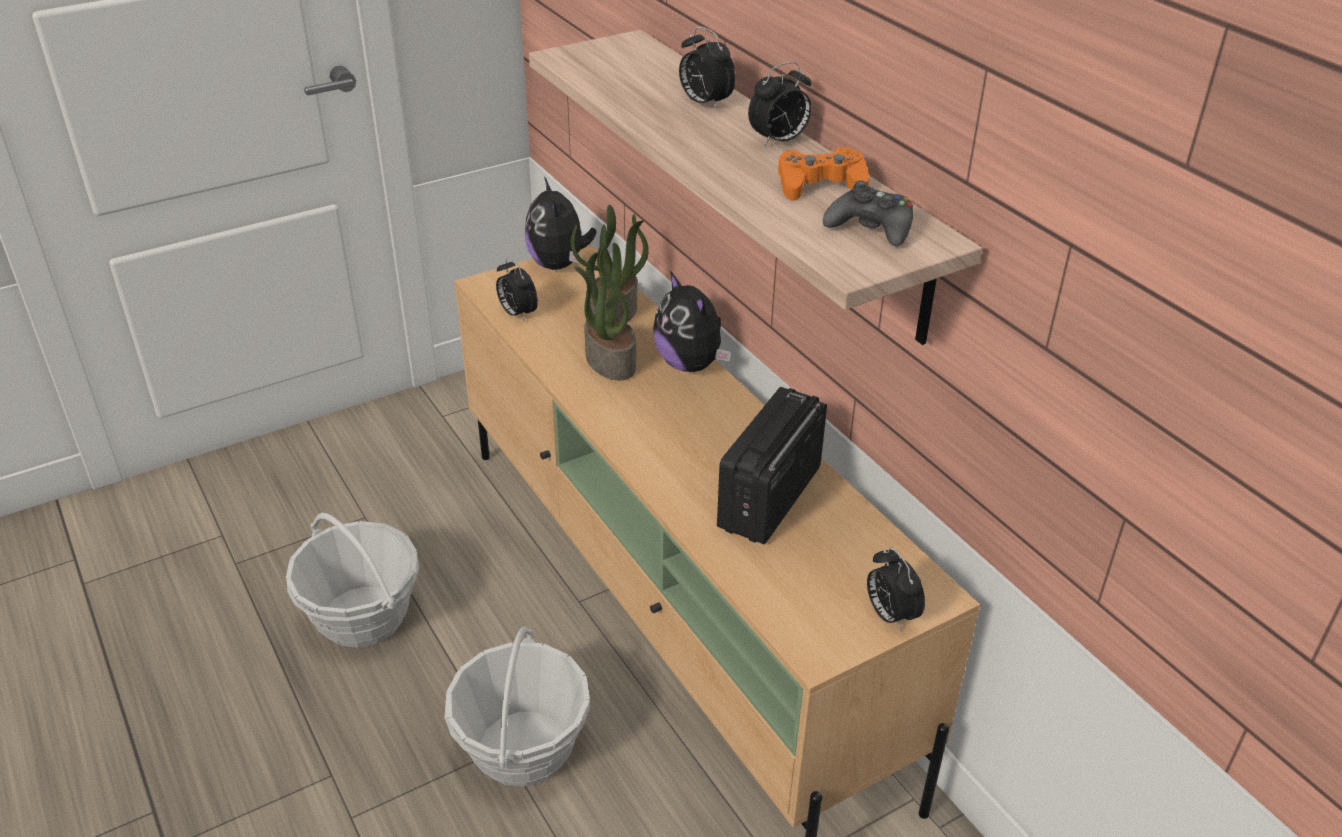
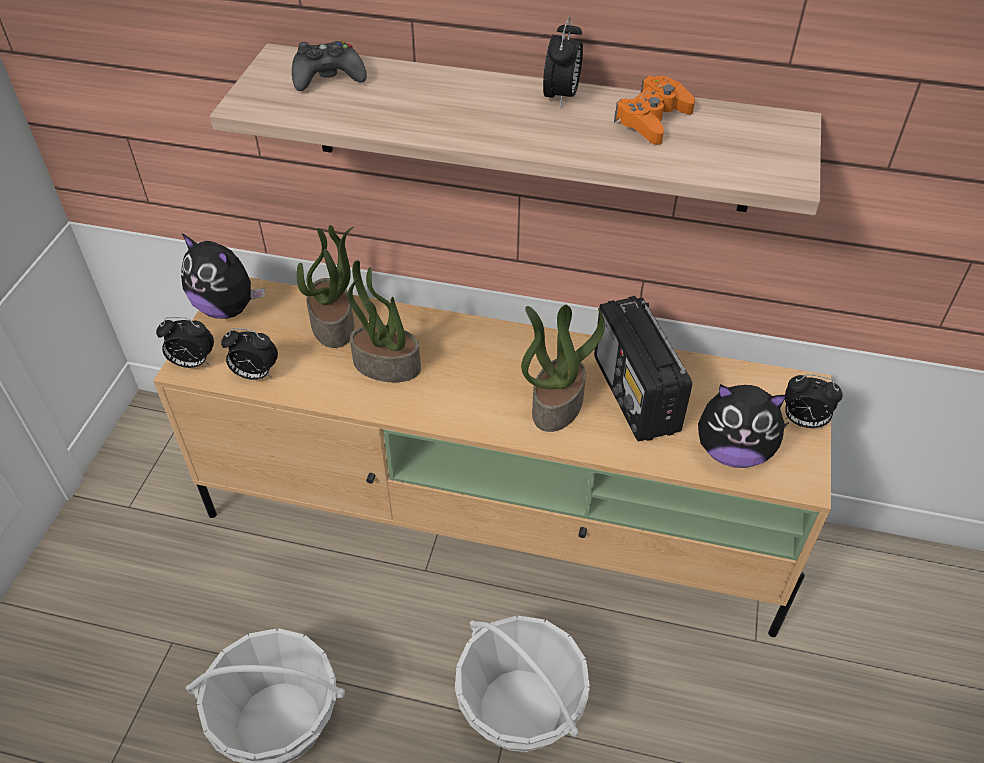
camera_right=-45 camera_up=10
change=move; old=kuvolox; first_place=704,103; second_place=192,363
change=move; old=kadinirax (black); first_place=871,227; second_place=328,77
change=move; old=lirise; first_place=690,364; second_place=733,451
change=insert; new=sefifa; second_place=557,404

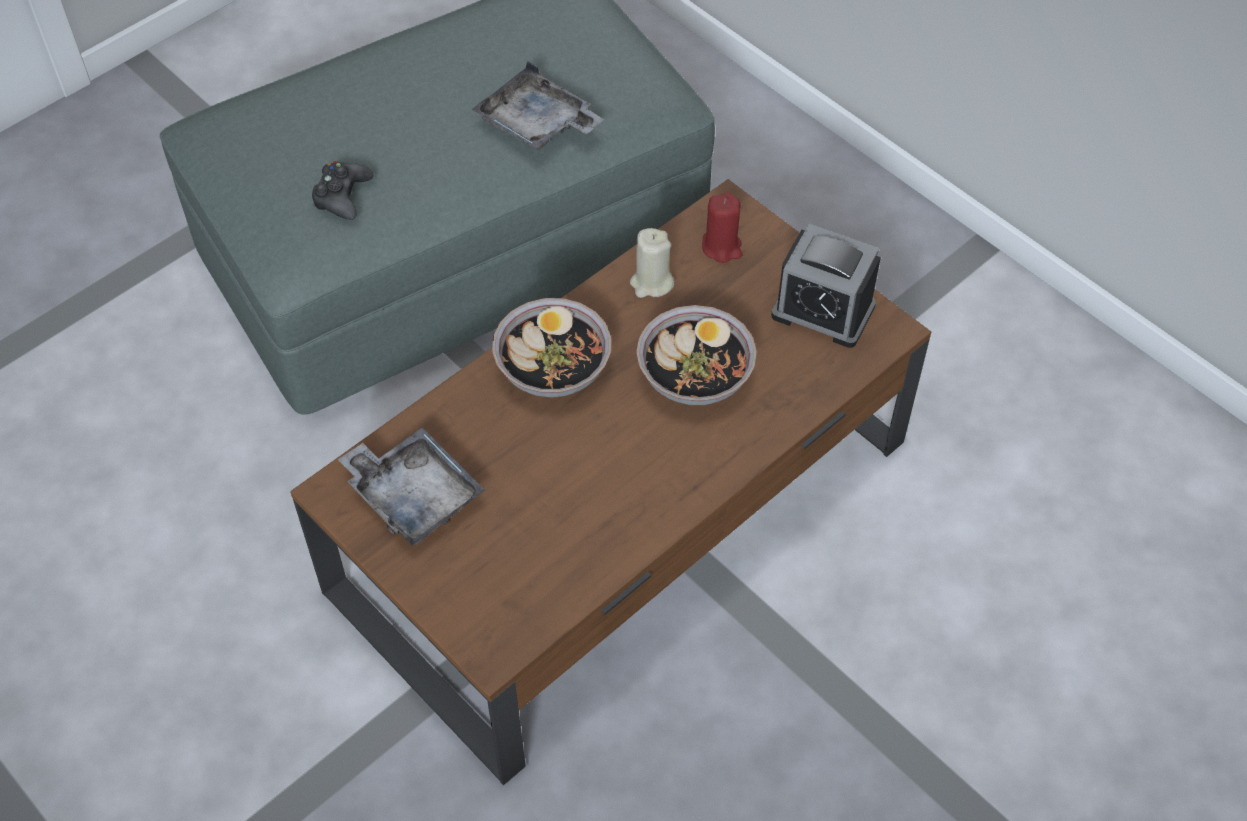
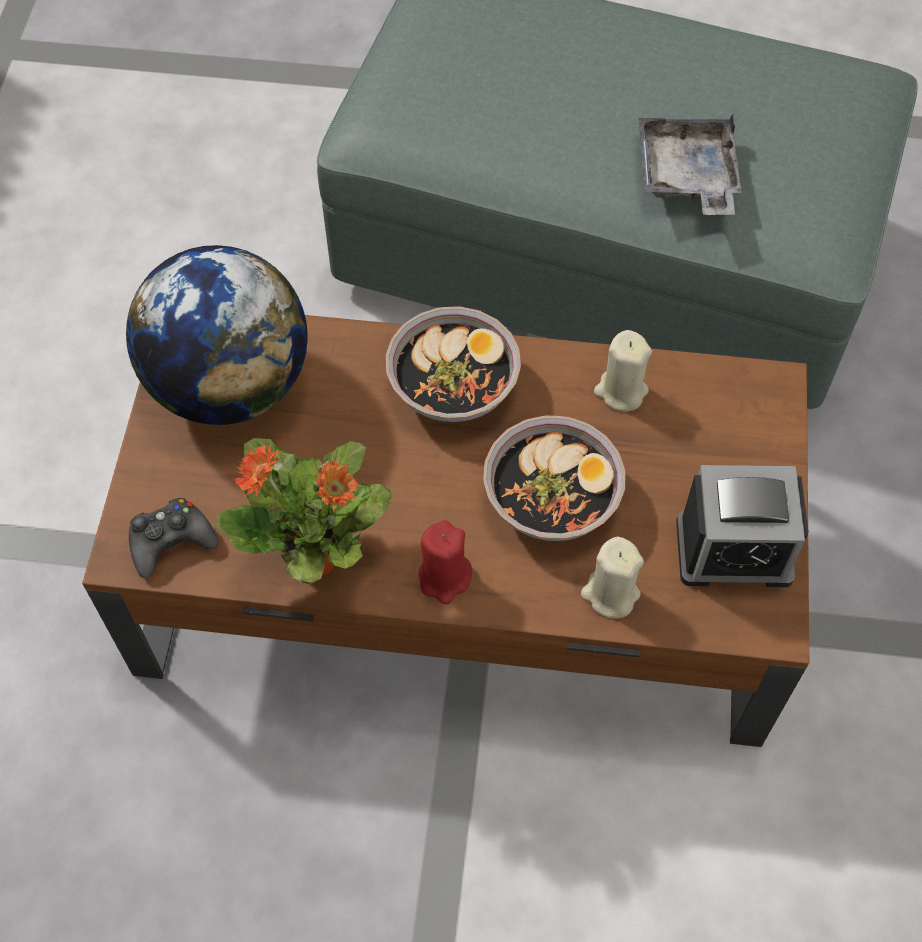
camera_right=50 camera_up=5
change=move; old=kadinirax (black); first_place=342,196; second_place=171,541
change=move; old=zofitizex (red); first_place=722,247; second_place=444,578
change=rotate; old=kuvolox; first_place=823,311; second_place=734,550; degrees=-75
change=replace; old=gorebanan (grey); new=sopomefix; first_place=413,495; second_place=231,385
change=insert; new=sefifa; second_place=317,555
change=insert; new=zofitizex (beige); second_place=610,594

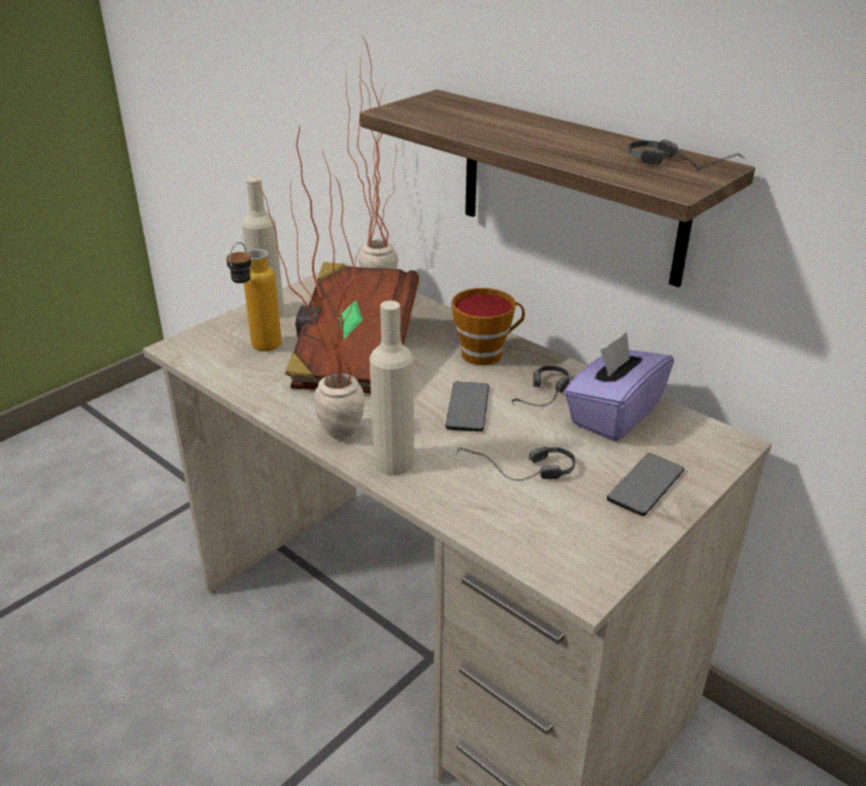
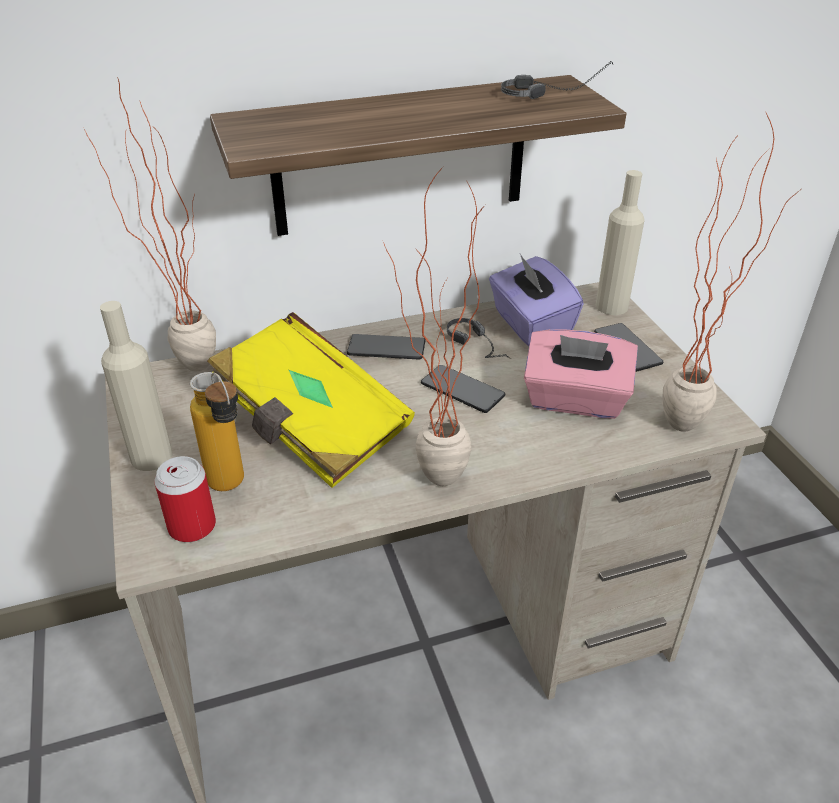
camera_right=-60 camera_up=5
change=recolor; old=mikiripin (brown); new=mikiripin (yellow); first_place=353,356; second_place=312,426
change=replace; old=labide; new=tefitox; first_place=486,353; second_place=386,348
change=move; old=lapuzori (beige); first_place=394,462; second_place=611,306
change=replace; old=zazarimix; new=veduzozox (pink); first_place=517,474; second_place=575,400
change=insert; new=sefifa; second_place=692,419
change=insert; new=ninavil; second_place=192,526

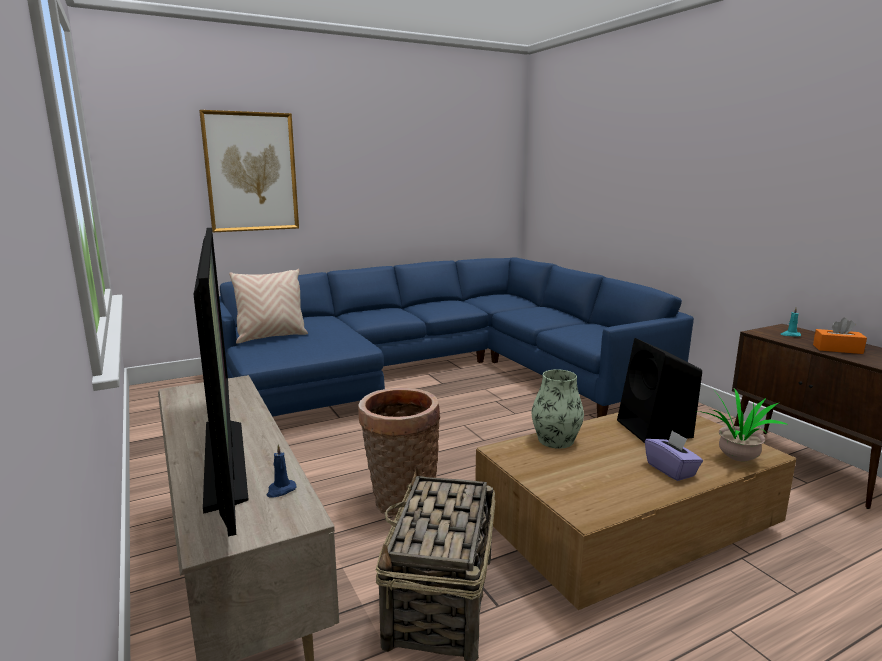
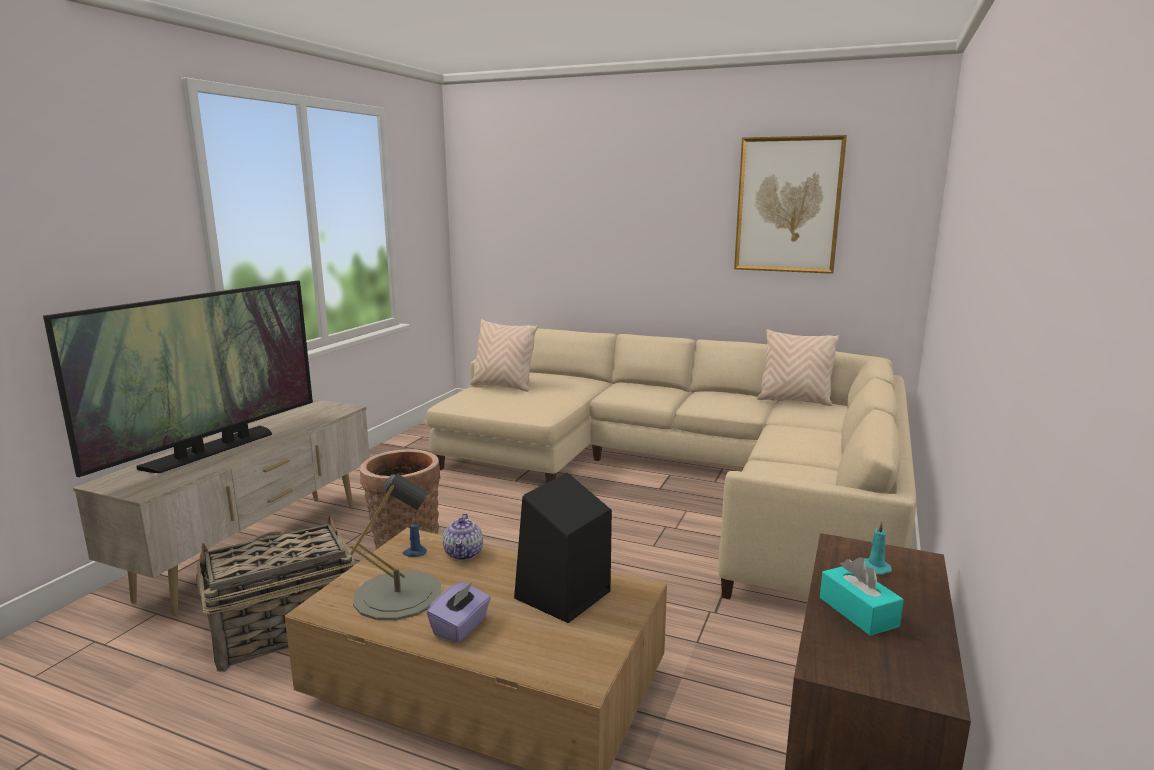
camera_right=50 camera_up=0
change=move; old=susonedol; first_place=251,172; second_place=788,205
change=recolor; old=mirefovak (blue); new=mirefovak (beige); first_place=437,372; second_place=682,476
change=recolor; old=veduzozox (orange); new=veduzozox (turquoise); first_place=837,349; second_place=858,612
change=replace; old=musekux; new=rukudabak; first_place=555,440; second_place=464,554
change=delete; old=sefifa; first_place=736,458
change=move; old=zofitizex (blue); first_place=280,490; second_place=414,553
change=insert; new=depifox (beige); second_place=794,401
change=insert; new=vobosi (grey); second_place=398,595

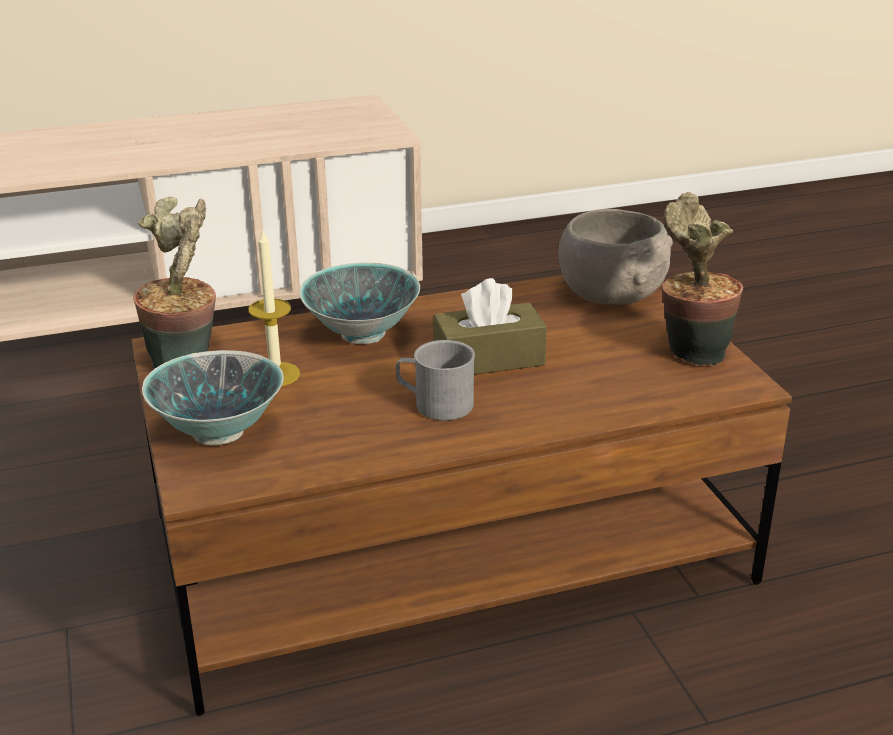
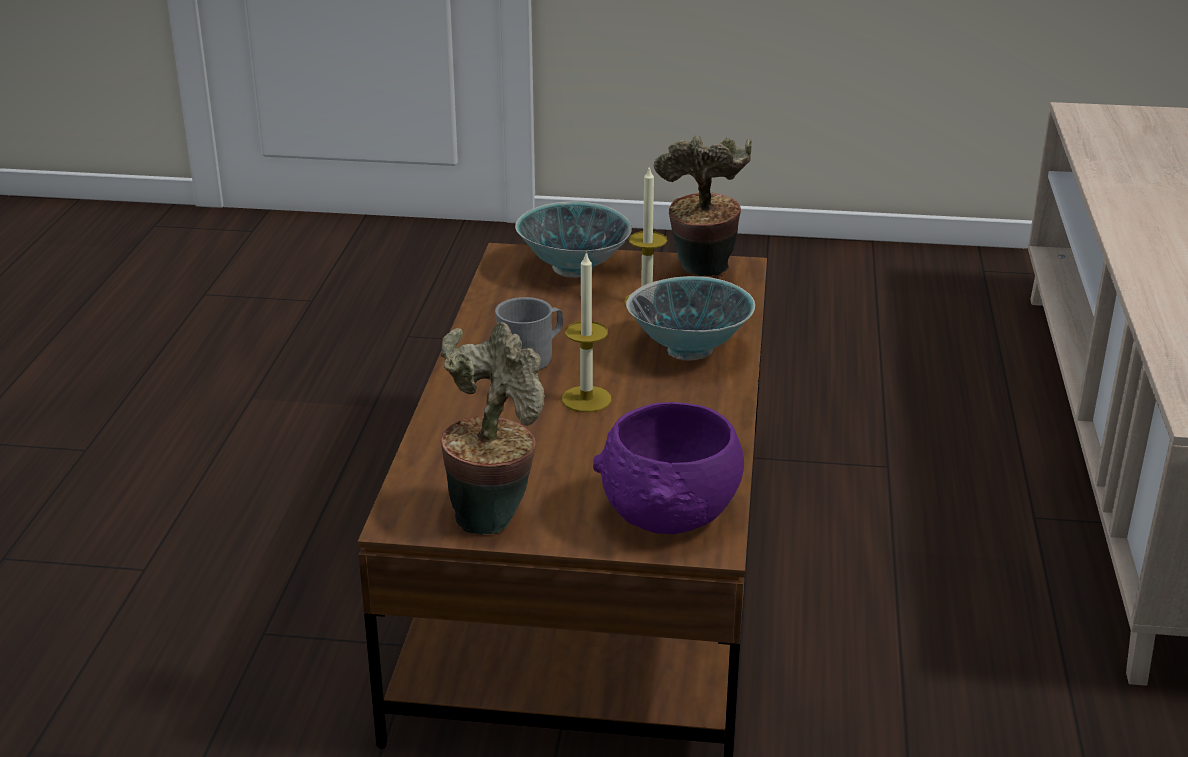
camera_right=115 camera_up=0
change=recolor; old=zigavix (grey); new=zigavix (purple); first_place=611,294; second_place=670,514
change=replace; old=veduzozox (brown); new=zofitizex; first_place=488,359; second_place=586,399

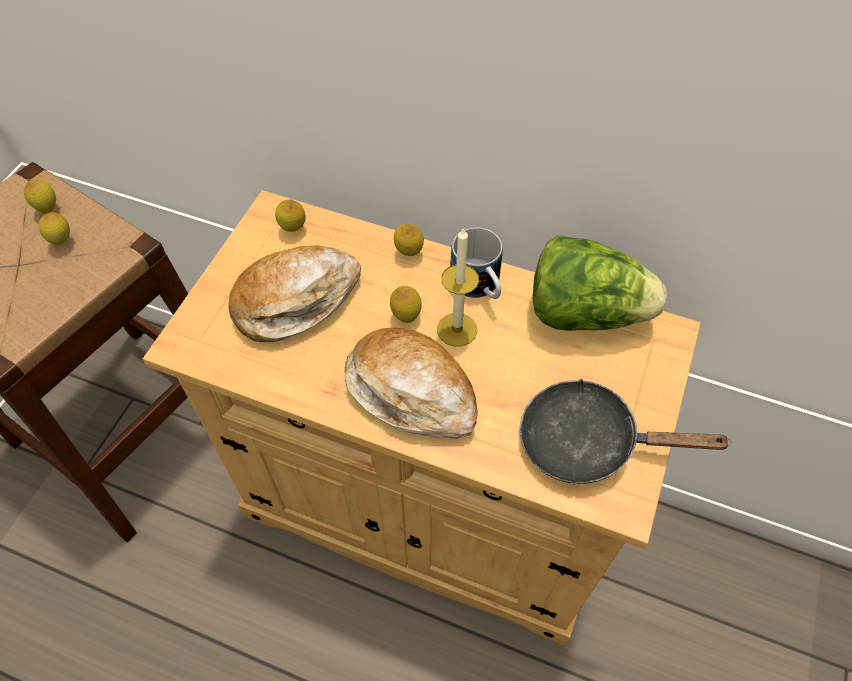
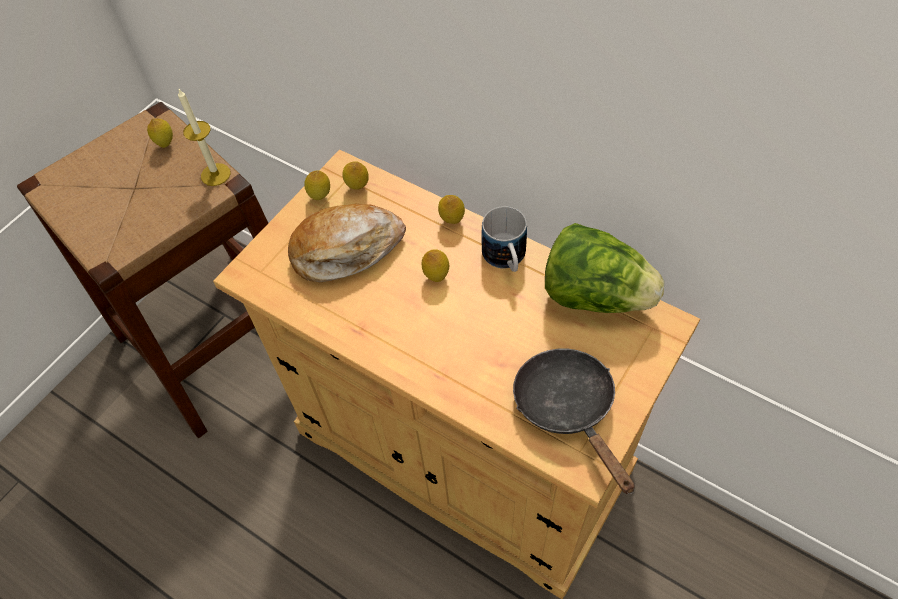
camera_right=15 camera_up=0
change=move; old=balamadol; first_place=62,241; second_place=320,197
change=move; old=zofitizex; first_place=457,329; second_place=215,174
change=delete; old=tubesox; first_place=411,392
change=rotate; old=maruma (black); first_place=588,442; second_place=568,408; degrees=45

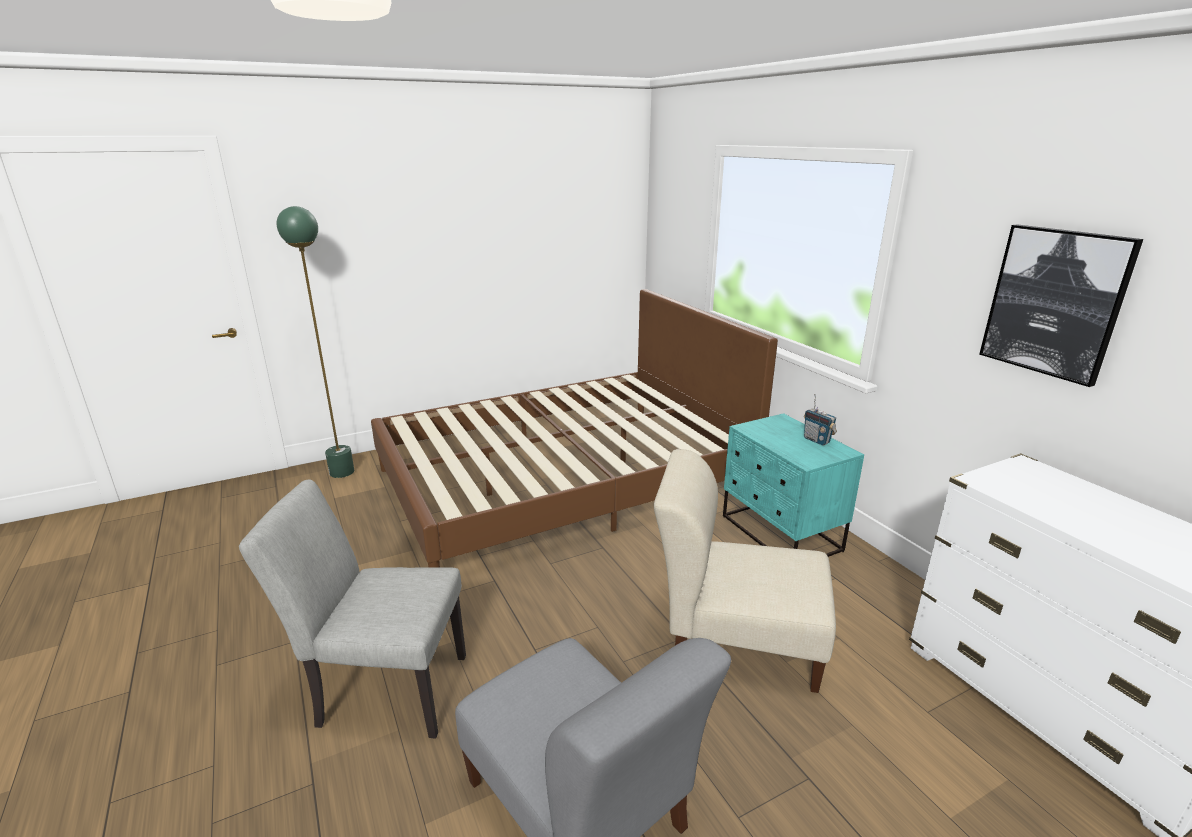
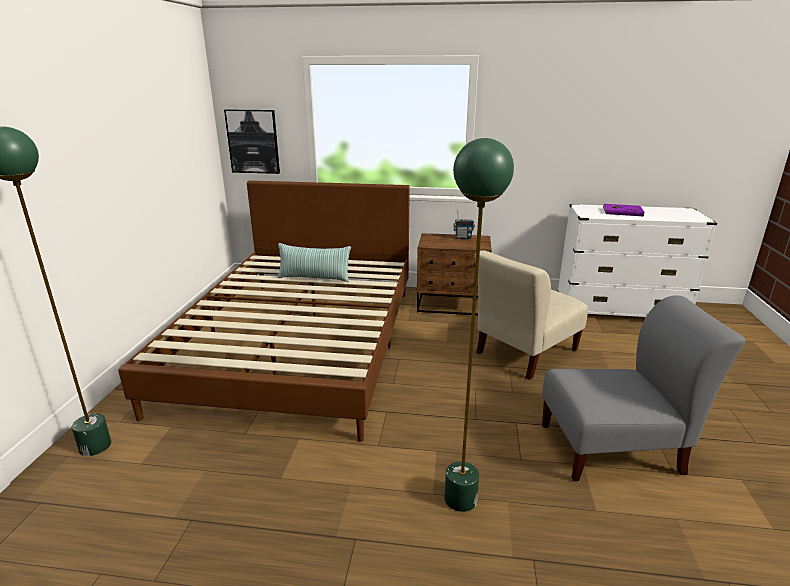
camera_right=-55 camera_up=0
change=move; old=susonedol; first_place=1055,302; second_place=253,141
change=recolor; old=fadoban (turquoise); new=fadoban (brown); first_place=780,534; second_place=452,305
change=replace; old=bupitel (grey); new=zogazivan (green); first_place=382,689; second_place=460,499
change=insert; new=mikiripin (purple); second_place=622,211
change=insert; new=depifox; second_place=314,278

